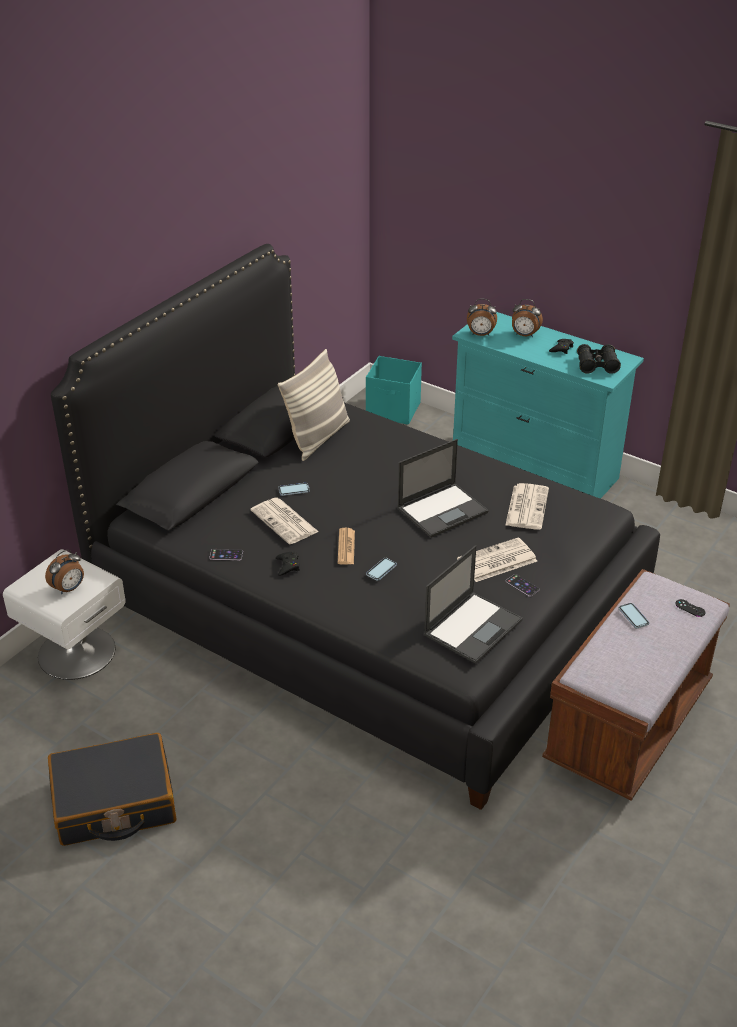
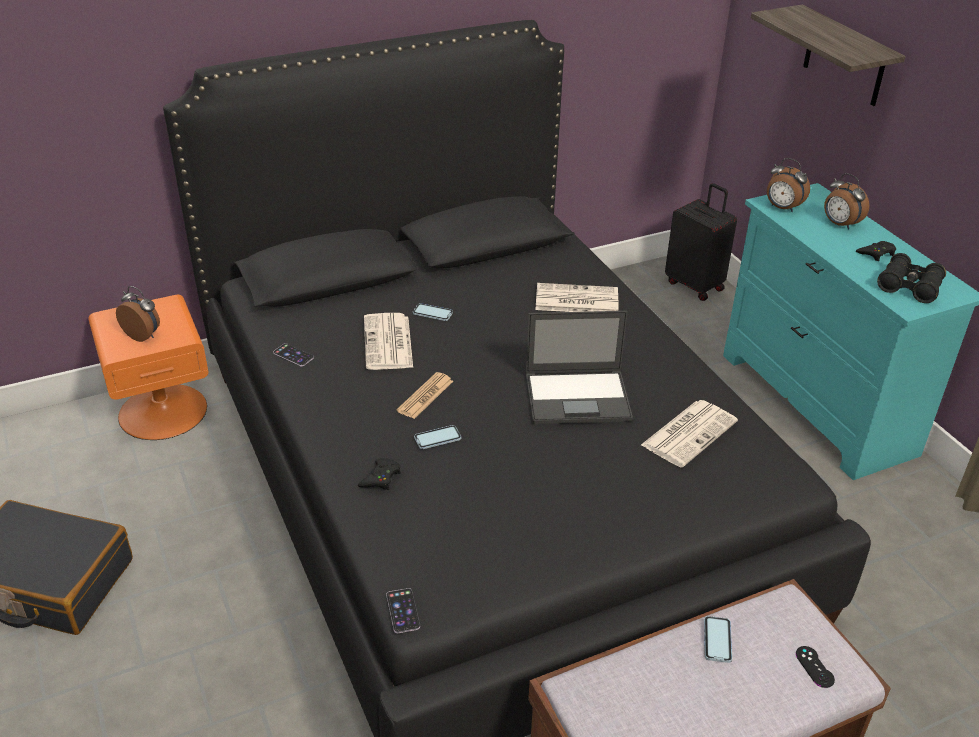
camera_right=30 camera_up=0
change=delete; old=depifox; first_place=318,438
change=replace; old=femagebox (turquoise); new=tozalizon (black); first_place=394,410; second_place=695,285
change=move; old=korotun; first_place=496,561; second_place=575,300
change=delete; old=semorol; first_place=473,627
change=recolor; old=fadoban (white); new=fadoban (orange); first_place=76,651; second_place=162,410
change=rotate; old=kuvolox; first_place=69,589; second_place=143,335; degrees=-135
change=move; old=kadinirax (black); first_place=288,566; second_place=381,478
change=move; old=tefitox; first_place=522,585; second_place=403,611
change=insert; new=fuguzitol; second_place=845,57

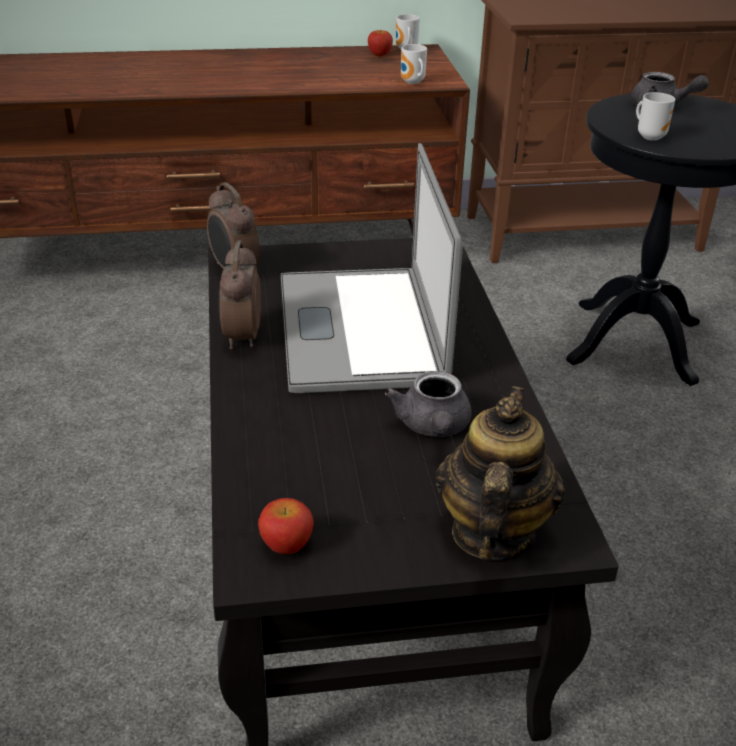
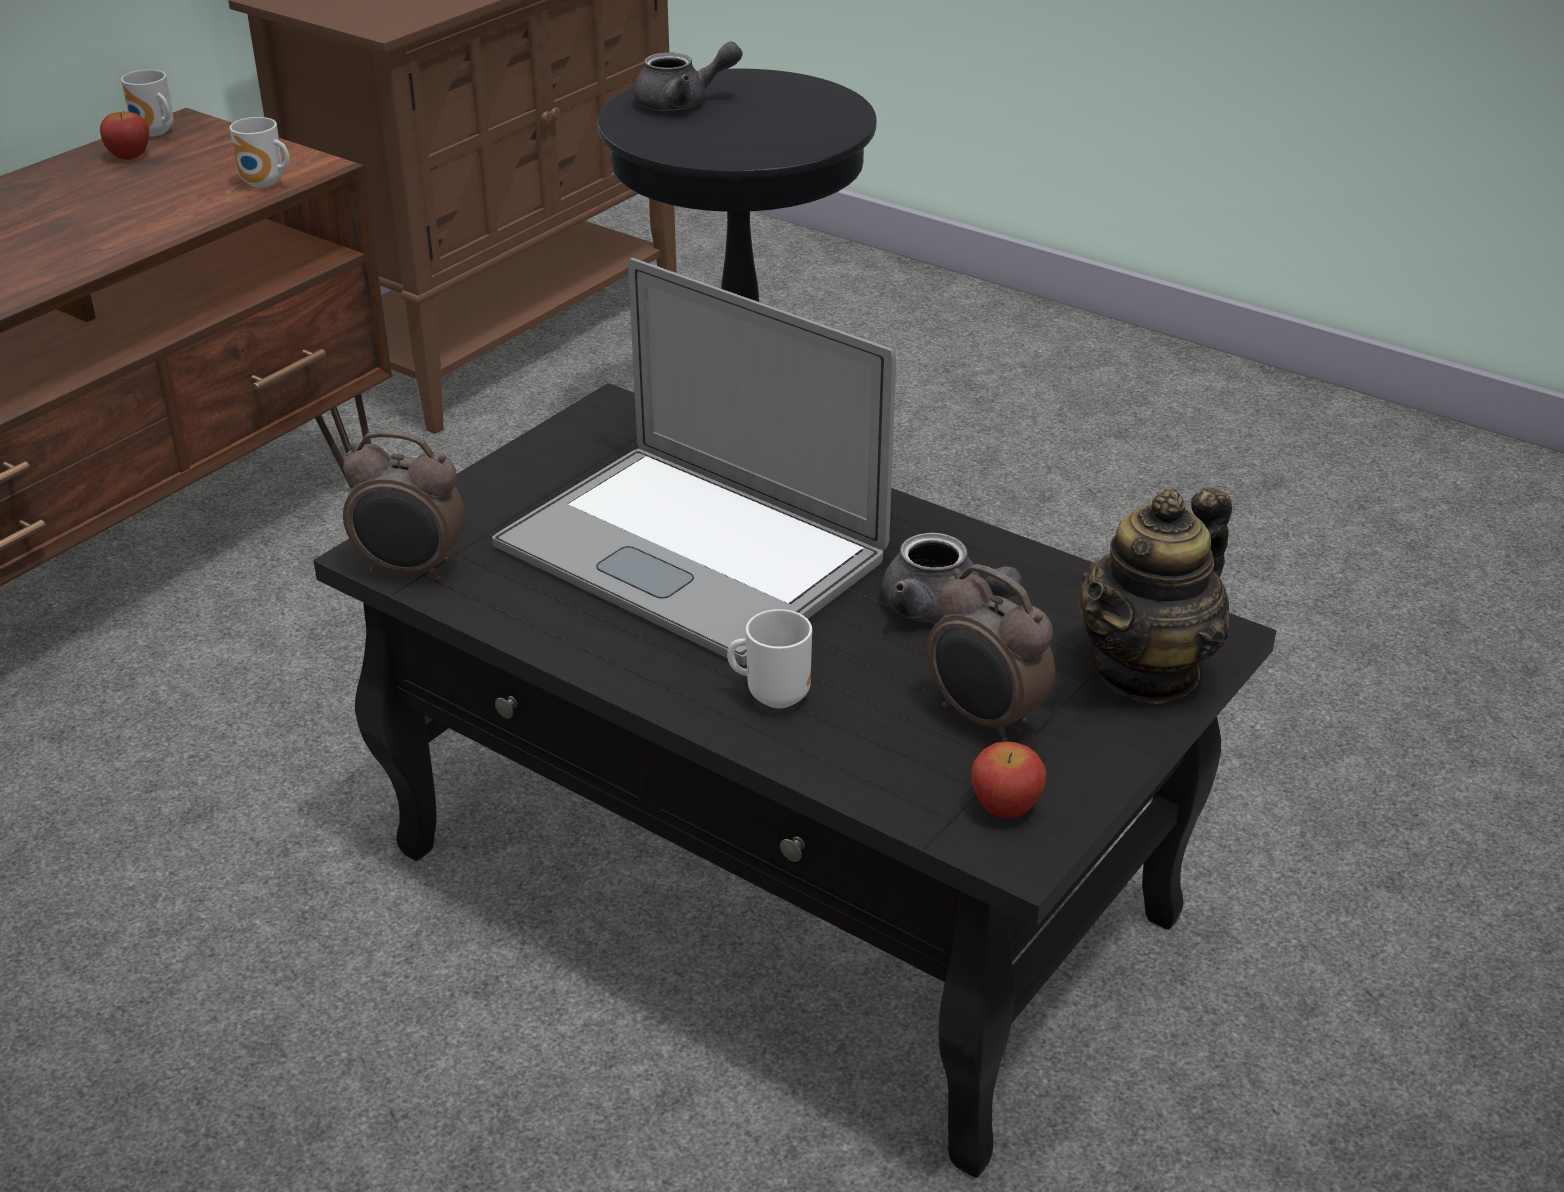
camera_right=-45 camera_up=0
change=move; old=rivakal; first_place=650,136; second_place=774,695
change=move; old=kuvolox; first_place=241,337; second_place=984,719
change=rotate; old=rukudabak; first_place=491,532; second_place=1147,670; degrees=-105

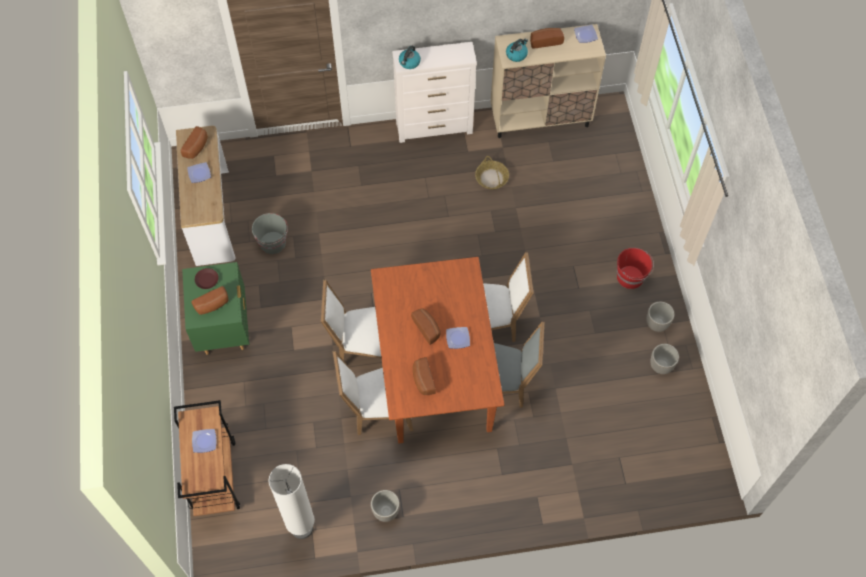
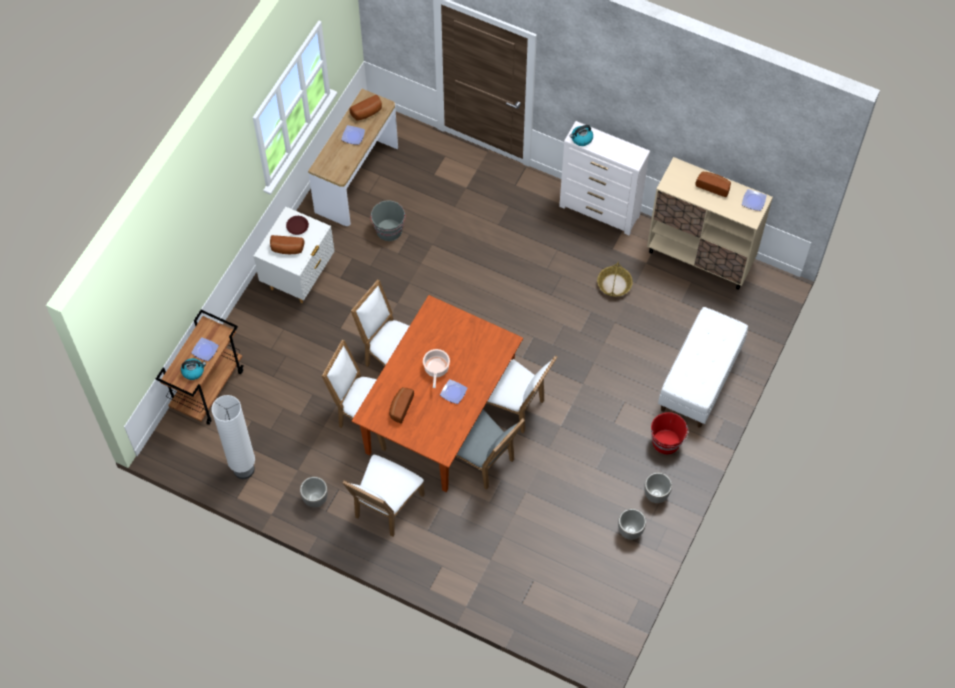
camera_right=35 camera_up=0
change=move; old=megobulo; first_place=516,54; second_place=193,371
change=recolor; old=fadoban (green); new=fadoban (white); first_place=224,329; second_place=299,278
change=replace; old=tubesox; new=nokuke; first_place=427,328; second_place=436,369
change=insert; new=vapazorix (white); second_place=700,379
change=insert; new=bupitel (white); second_place=385,508

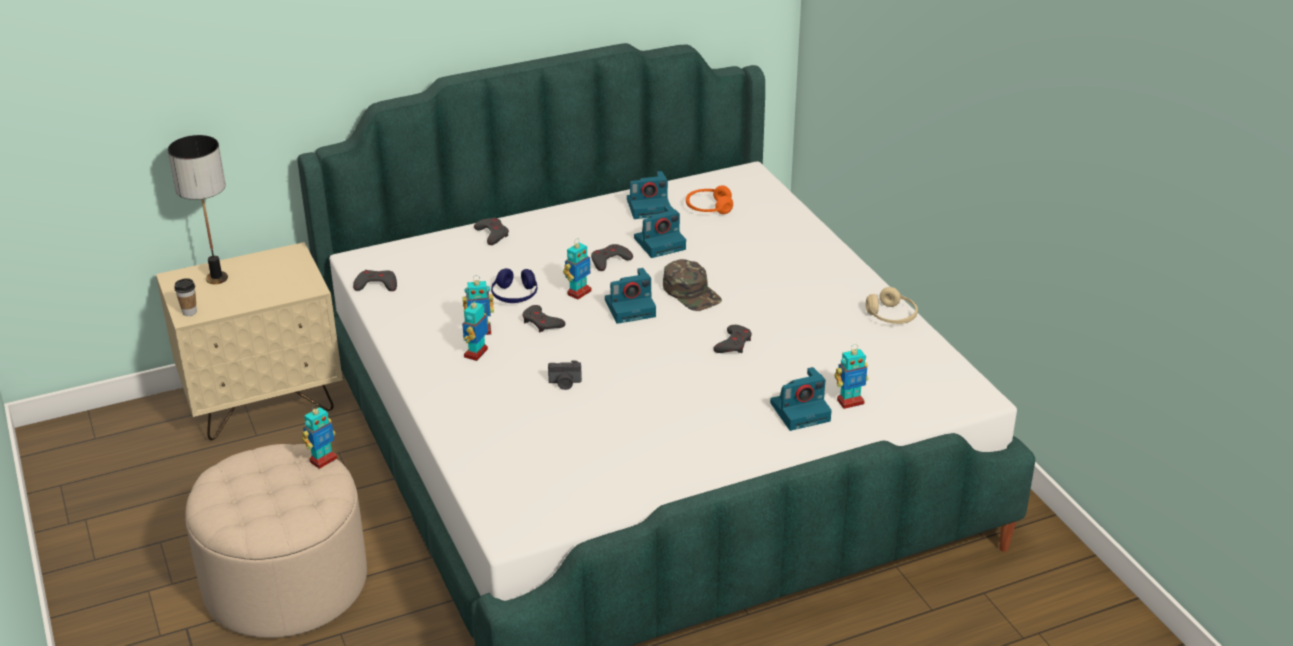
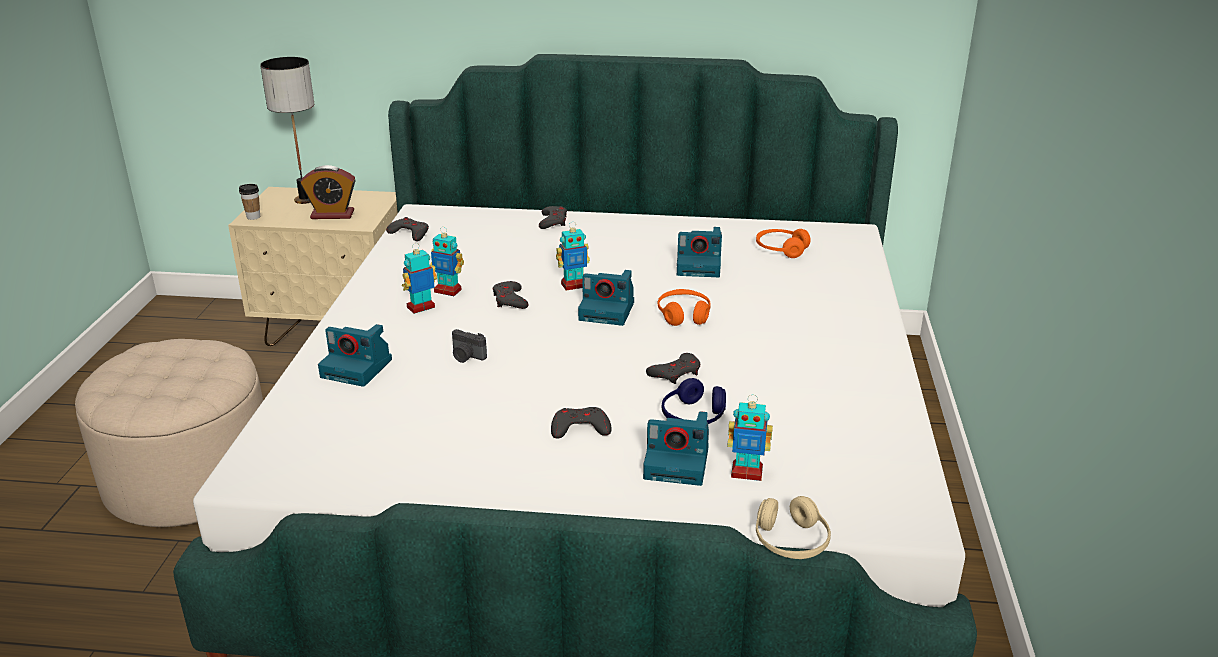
camera_right=30 camera_up=-5
change=move; old=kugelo; first_place=649,207; second_place=358,368
change=move; old=kadinirax (grey); first_place=609,261; second_place=580,428
change=replace; old=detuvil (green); new=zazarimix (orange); first_place=692,293; second_place=683,315
change=move; old=zazarimix (blue); first_place=515,295; second_place=693,416
change=move; old=zazarimix (beige); first_place=891,316; second_place=791,541
change=delete; old=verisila; first_place=323,460
change=insert; new=kuvolox; second_place=332,215

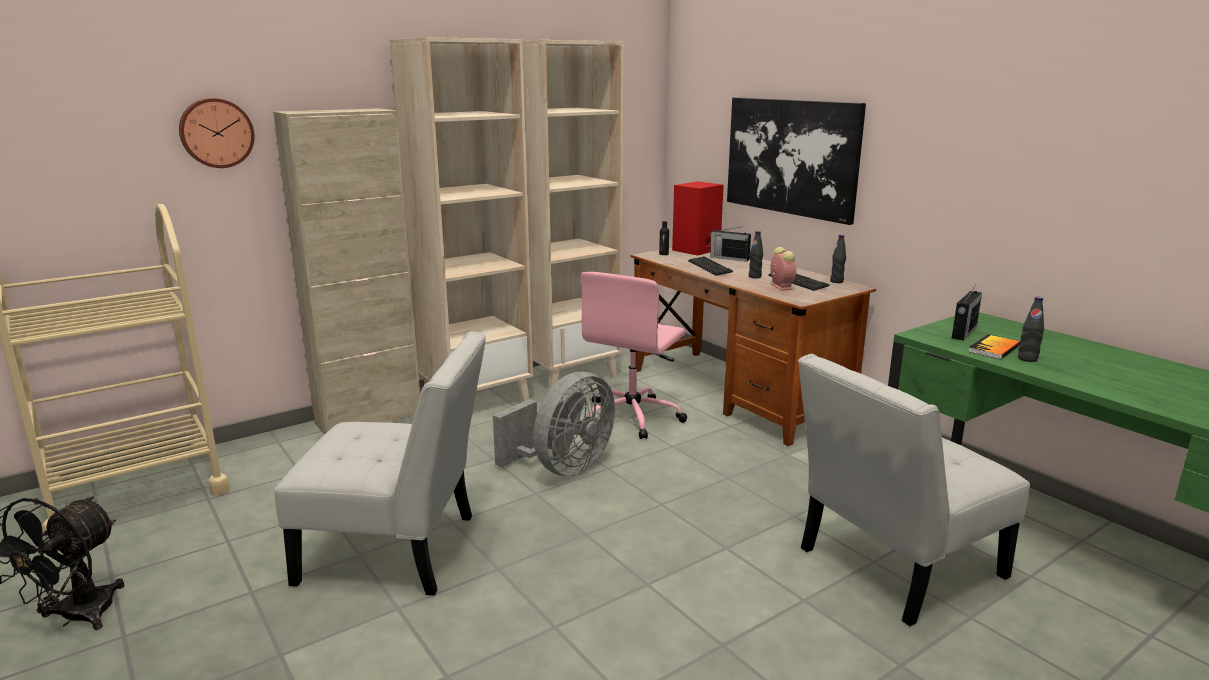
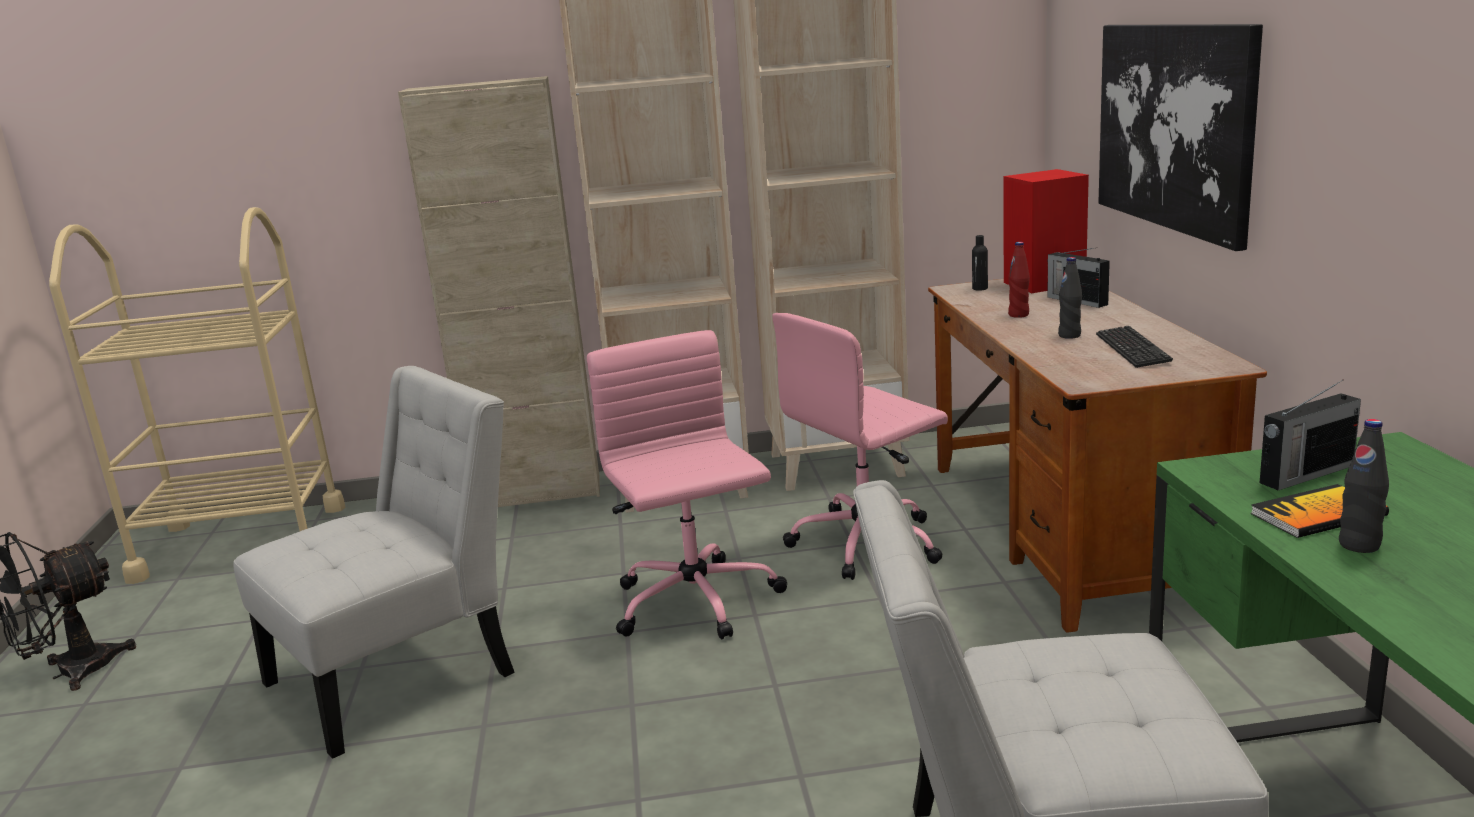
camera_right=30 camera_up=0
change=delete; old=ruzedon; first_place=216,133
change=delete; old=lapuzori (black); first_place=836,281
change=delete; old=kuvolox; first_place=780,286
change=replace; old=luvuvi; new=lapuzori (red); first_place=709,267; second_place=1018,315
change=rotate; old=bupitel (white); first_place=398,551; second_place=403,673; degrees=-75
change=replace; old=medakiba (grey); new=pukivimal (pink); first_place=563,468; second_place=696,603

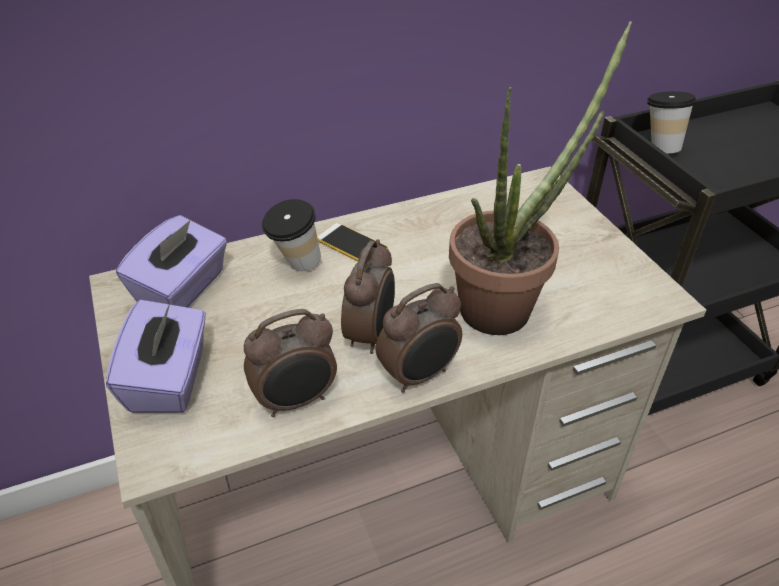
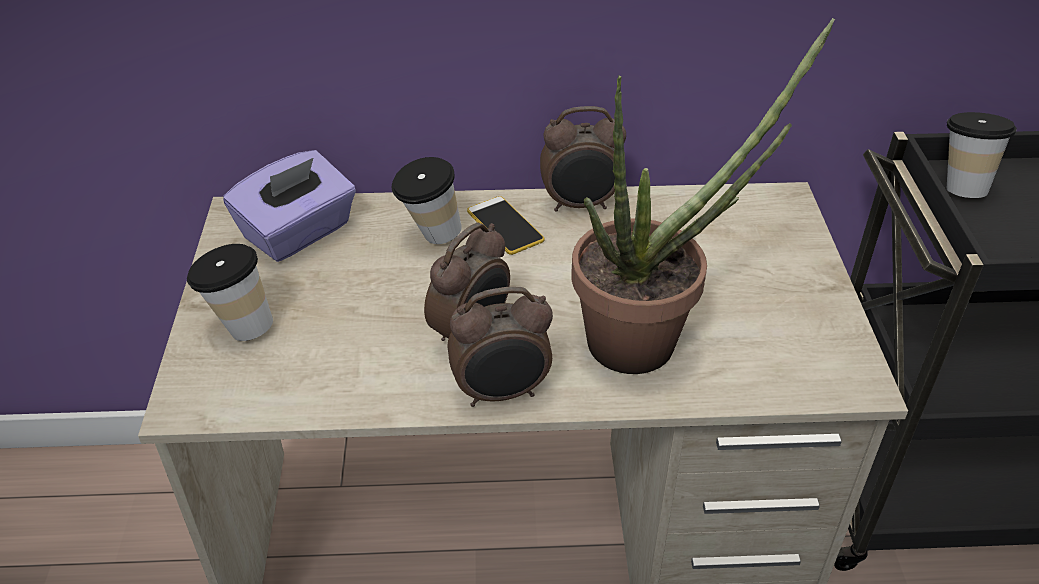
camera_right=20 camera_up=0
change=replace; old=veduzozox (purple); new=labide; first_place=170,379; second_place=239,326
change=move; old=kuvolox; first_place=296,401; second_place=580,205

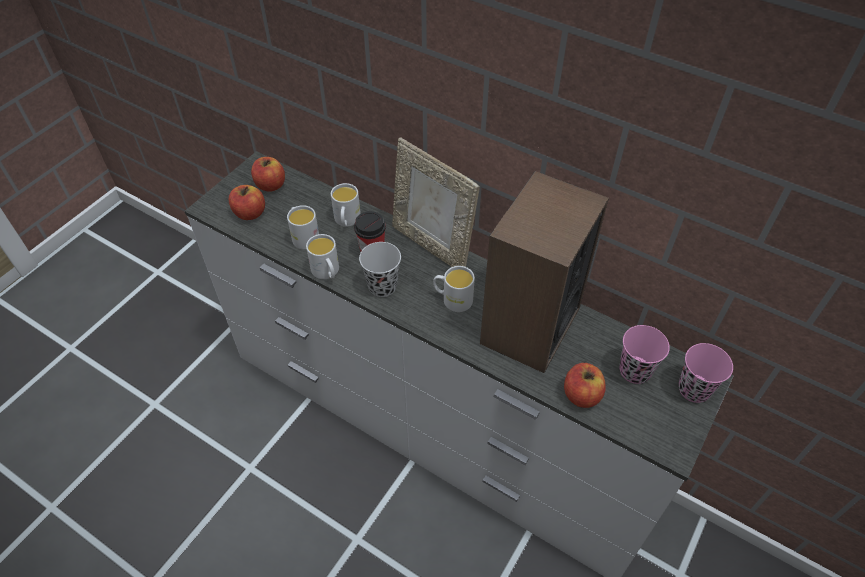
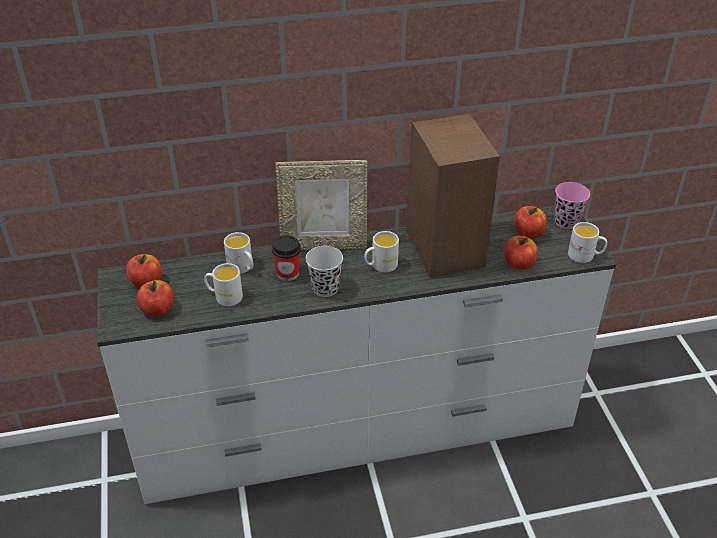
camera_right=-45 camera_up=-10
change=move; old=rivakal (white); first_place=327,272; second_place=585,256
change=replace; old=labide (pink); new=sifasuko; first_place=634,371; second_place=528,233

